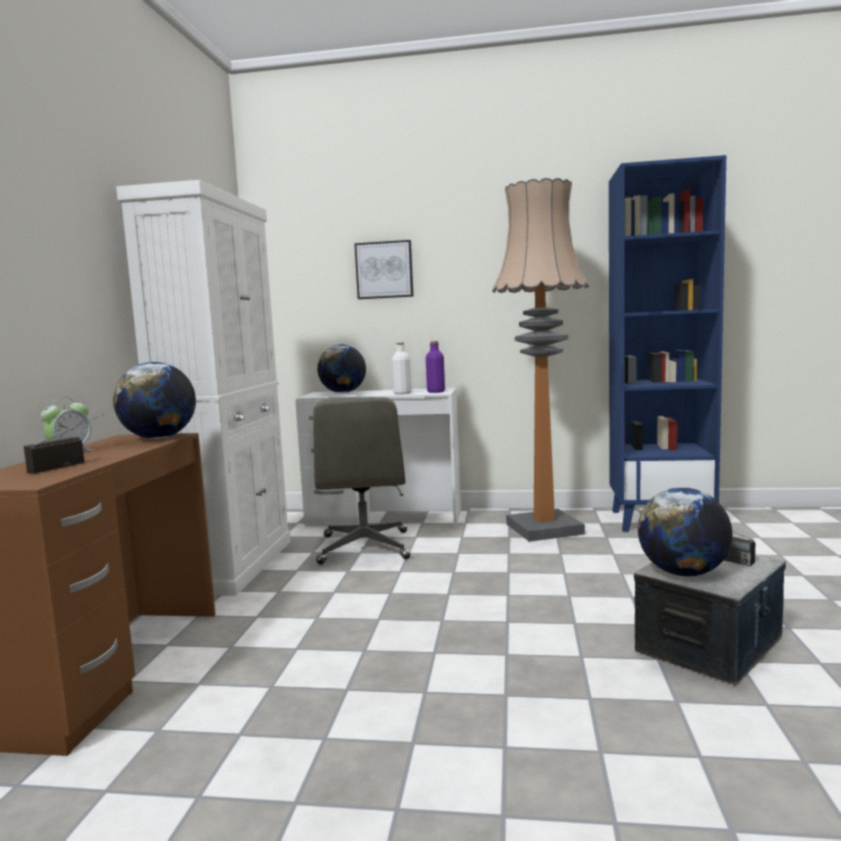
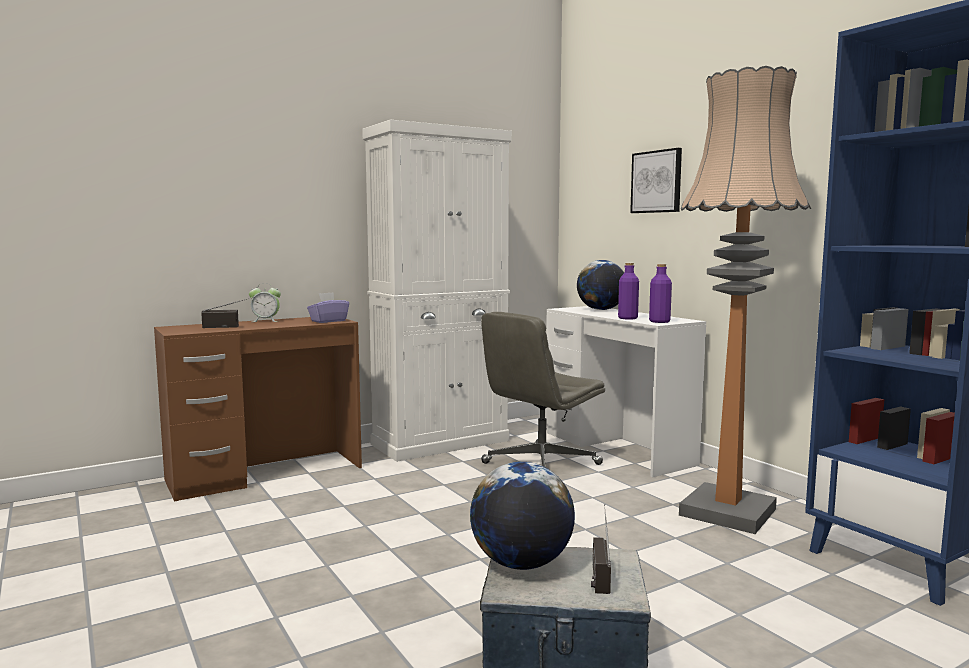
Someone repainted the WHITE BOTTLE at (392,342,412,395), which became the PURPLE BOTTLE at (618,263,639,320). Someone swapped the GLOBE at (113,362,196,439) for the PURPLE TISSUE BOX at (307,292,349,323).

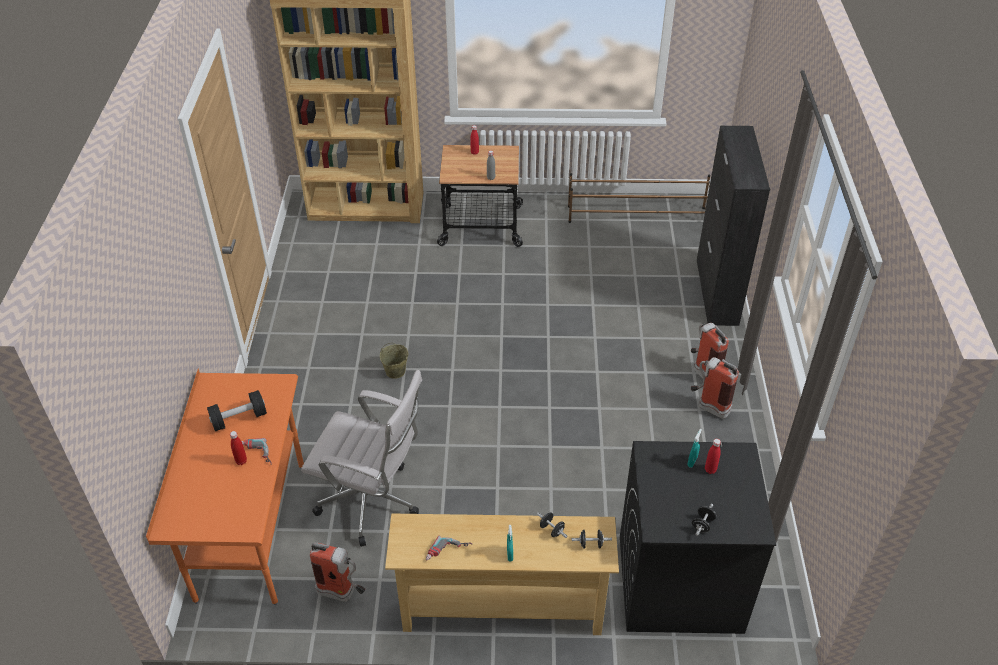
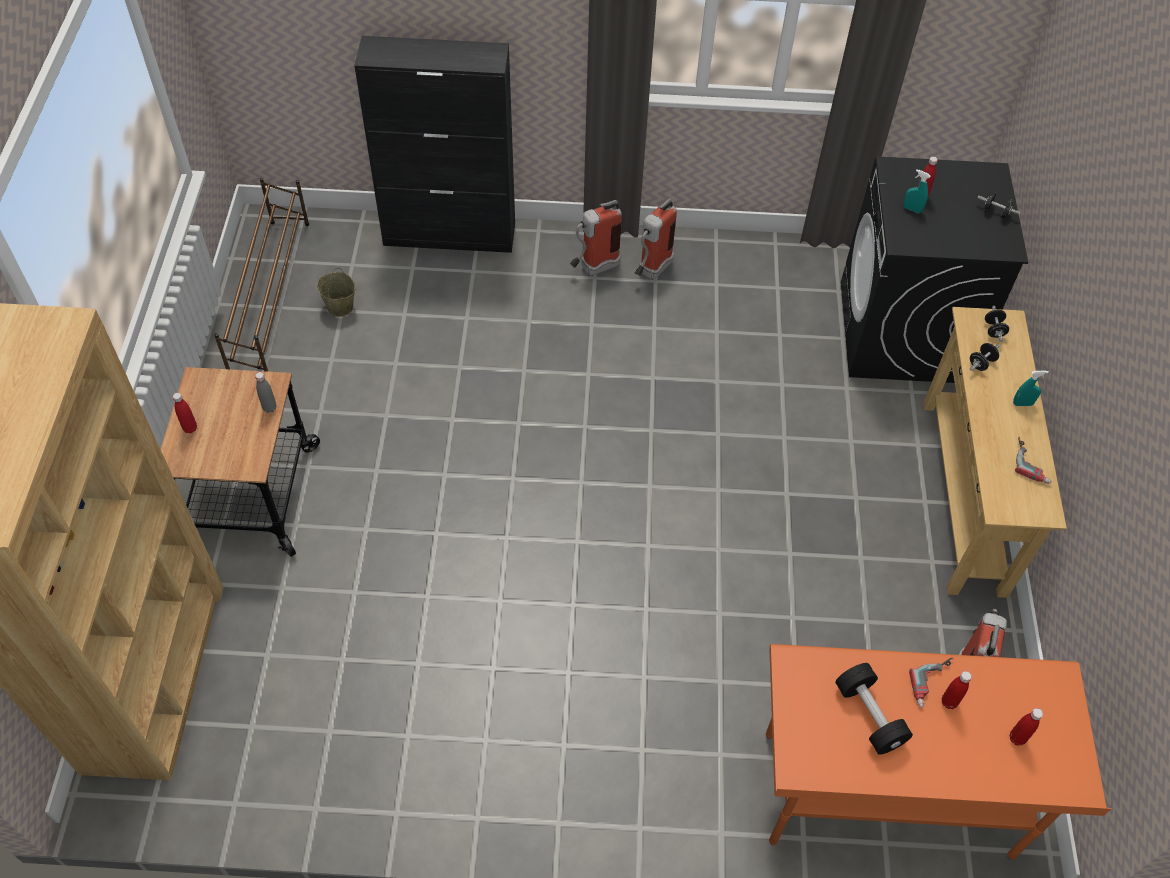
Someone carried the BEIGE BUCKET from (380,343,408,379) to (317,268,355,317). Someone took away the WHITE OFFICE CHAIR at (301,370,422,547). Someone put down the RED BOTTLE at (1010,708,1043,745).

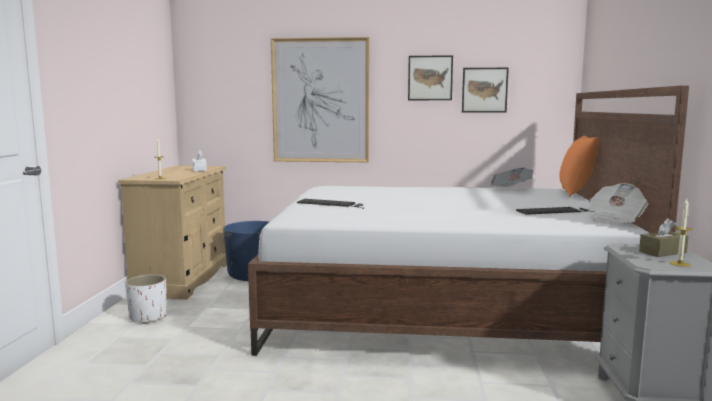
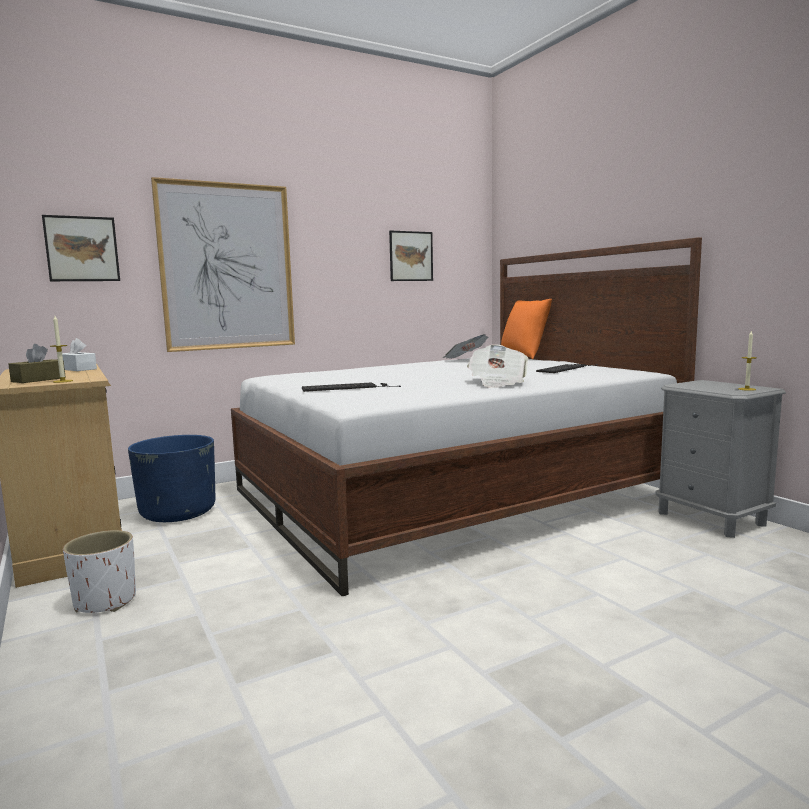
Someone carried the PICTURE from (408,55,453,100) to (42,215,120,281). Someone carried the NEWSPAPER from (589,183,649,224) to (467,344,529,388). Someone carried the BROWN TISSUE BOX from (639,218,689,257) to (8,344,66,383).

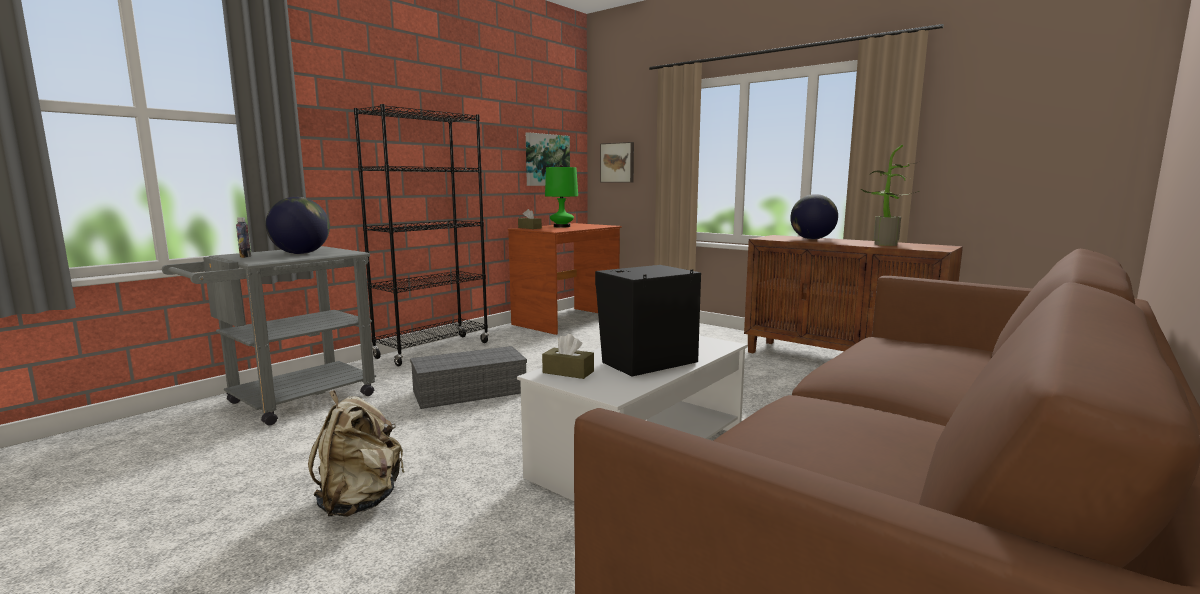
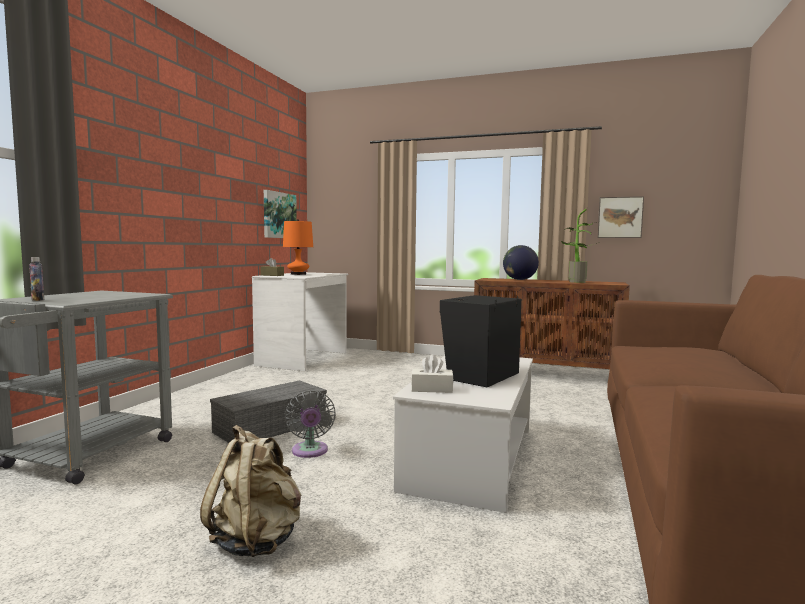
Someone took away the BLACK BOOKCASE at (354,104,489,366). Someone carried the PICTURE from (600,142,634,183) to (597,196,644,238). Someone repainted the GREEN TABLE LAMP at (545,165,578,227), which became the ORANGE TABLE LAMP at (283,219,313,275). Someone took away the GLOBE at (266,197,330,254). Someone repainted the BROWN DESK at (508,223,622,335), which became the WHITE DESK at (252,272,348,371). Someone repainted the BROWN TISSUE BOX at (542,334,594,379), which became the WHITE TISSUE BOX at (411,354,454,393). Someone put down the GREY FAN at (285,390,336,458).

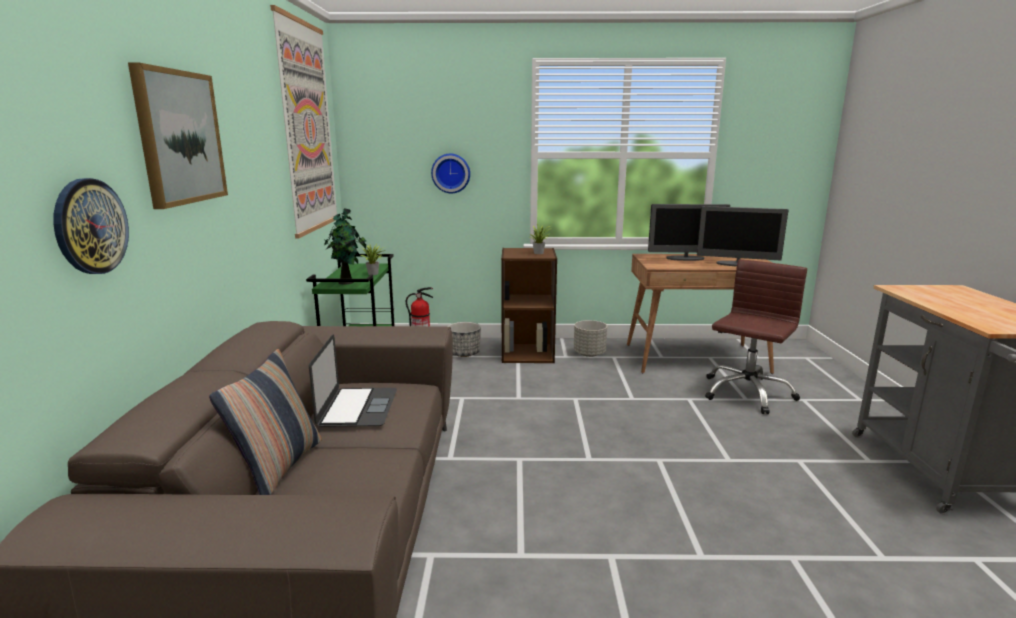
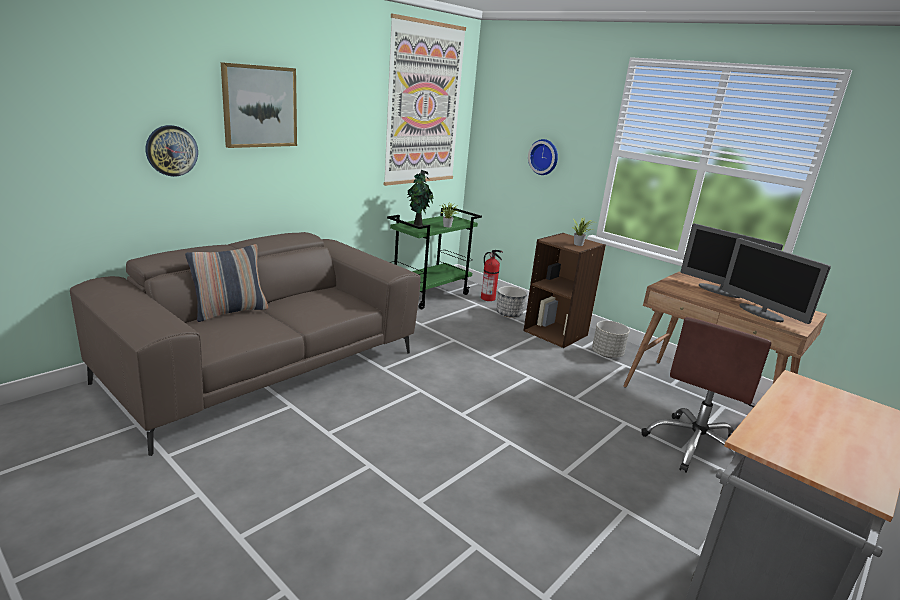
Someone rotated the BROWN OFFICE CHAIR at (705,259,807,414) by 135 degrees clockwise. Someone took away the LAPTOP at (309,334,397,427).

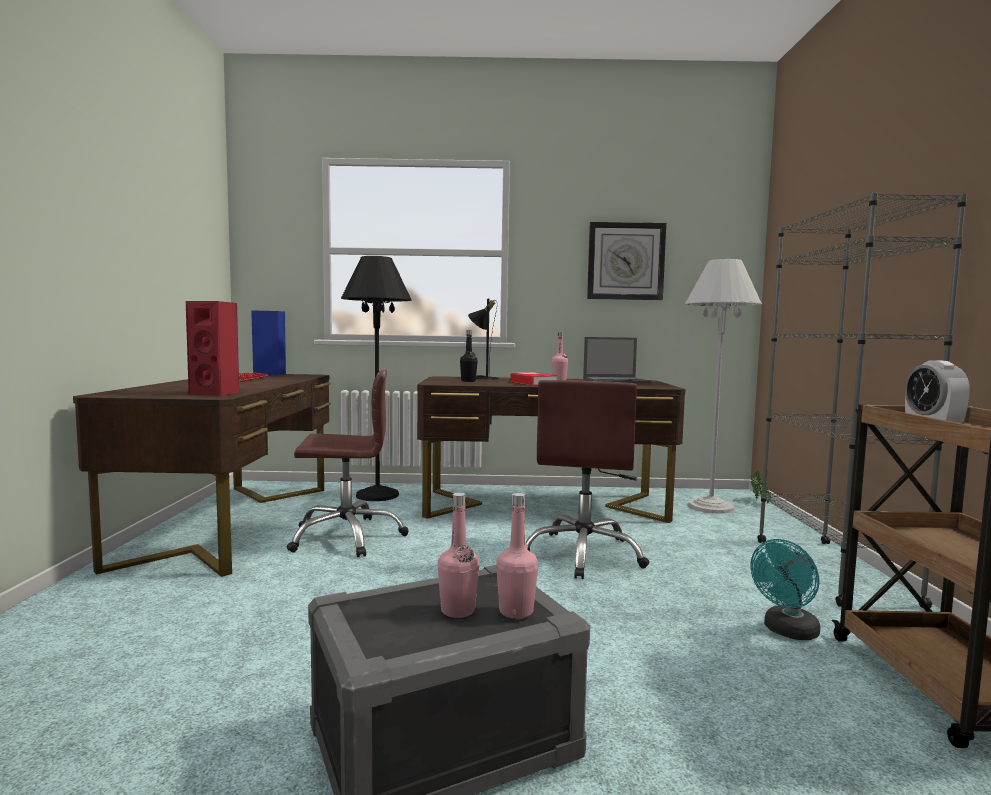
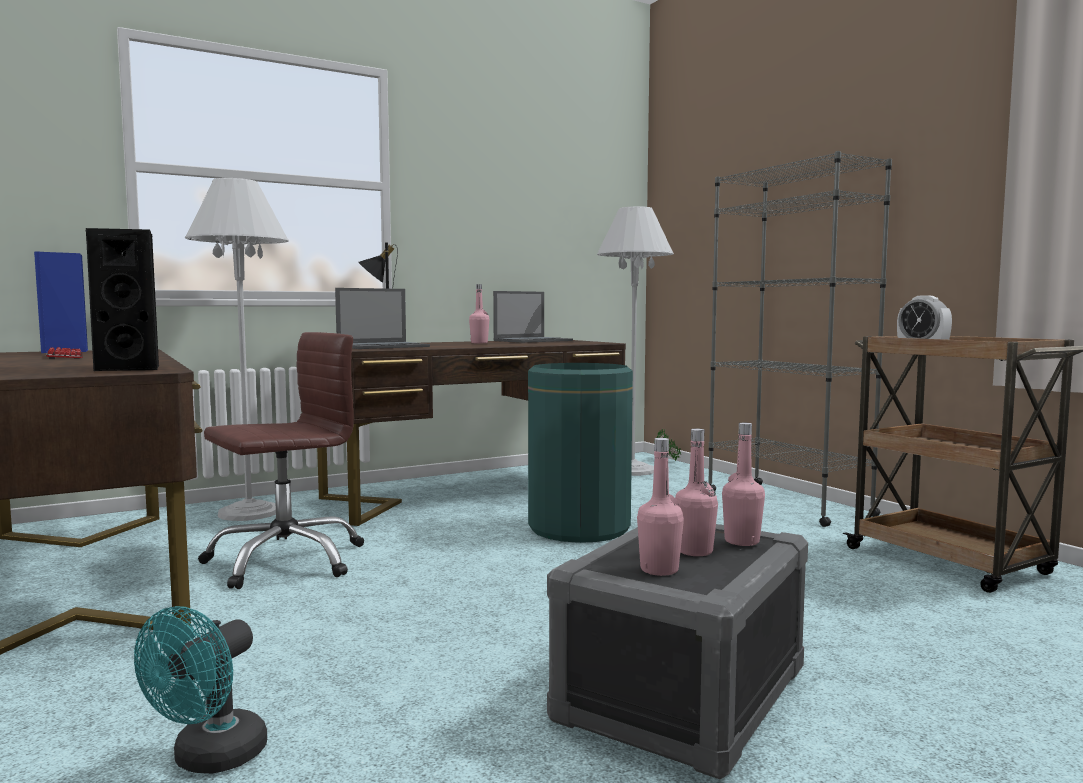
Someone took away the WALL CLOCK at (587,222,666,300). Someone repainted the BLACK FLOOR LAMP at (341,256,412,501), which became the WHITE FLOOR LAMP at (185,178,289,521). Someone repainted the RED SPEAKER at (186,301,240,396), which became the BLACK SPEAKER at (86,228,159,371). Someone swapped the BLACK BOTTLE at (460,330,478,382) for the LAPTOP at (335,288,430,349). Someone took away the BOOK at (510,372,557,386). Someone swapped the BROWN OFFICE CHAIR at (525,380,649,579) for the GREEN TRASH CAN at (528,363,633,543). Someone carried the TURQUOISE FAN from (750,539,820,640) to (134,606,267,774). Someone put down the PINK BOTTLE at (637,438,684,576).

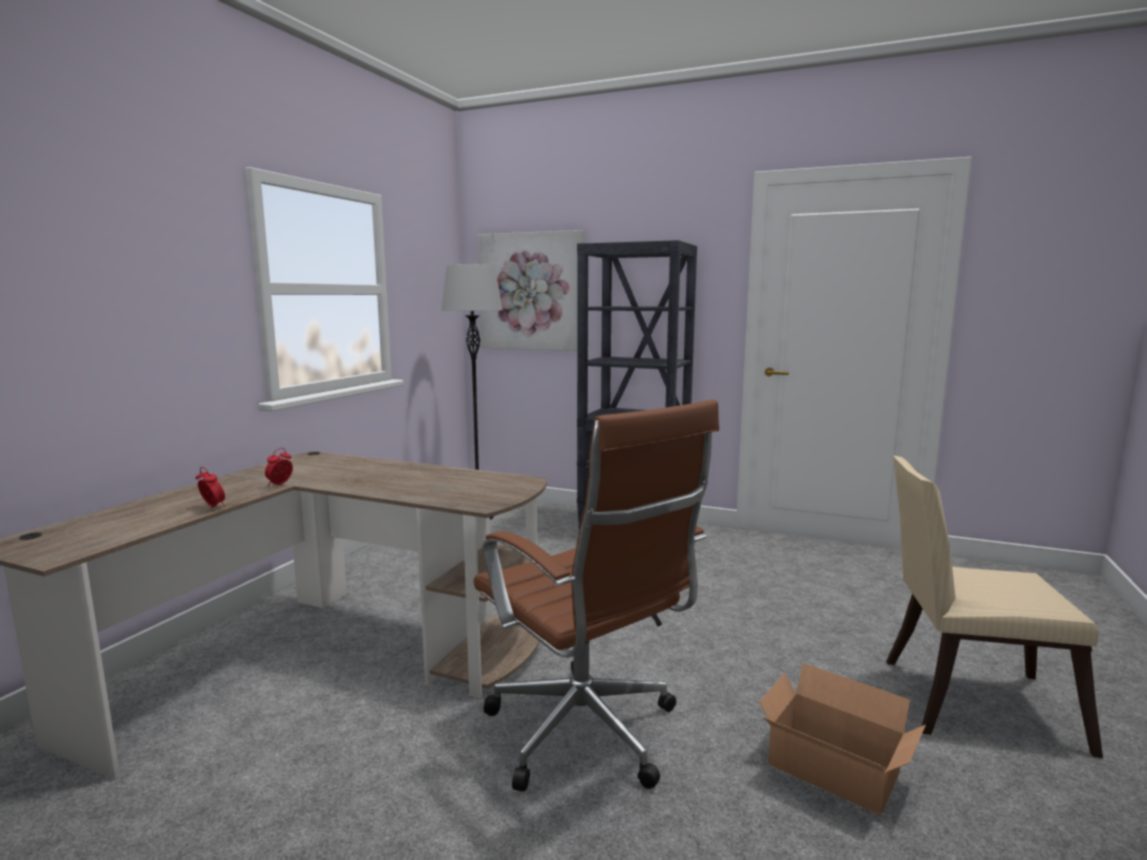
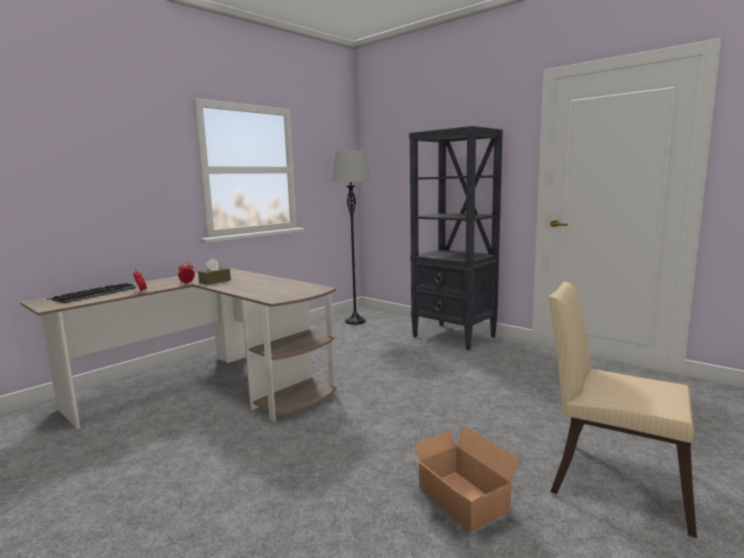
Someone took away the PICTURE at (478,230,584,351). Someone took away the BROWN OFFICE CHAIR at (474,400,719,792). Someone put down the BROWN TISSUE BOX at (198,258,231,285). Someone put down the KEYBOARD at (52,283,137,303).

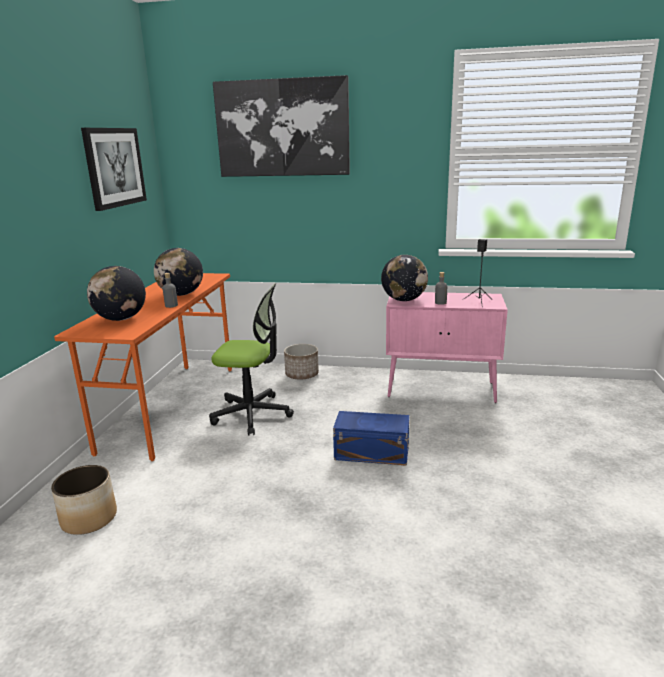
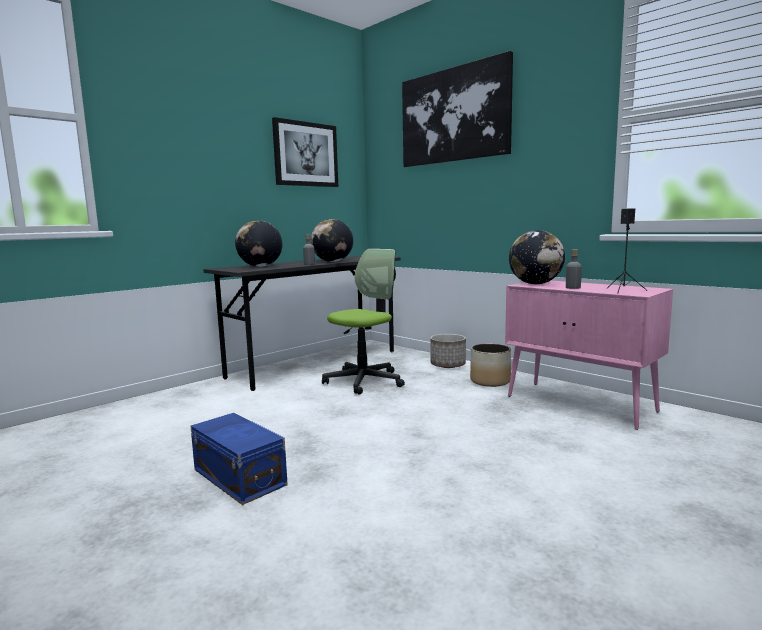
Someone repainted the ORANGE DESK at (54,273,232,461), which became the GREY DESK at (203,256,401,391). Someone rotated the OFFICE CHAIR at (209,283,294,436) by 90 degrees counterclockwise. Someone carried the BLUE STORAGE BOX from (333,411,409,466) to (190,413,288,505). Someone carried the PLANTER from (51,465,117,535) to (470,344,511,387).

